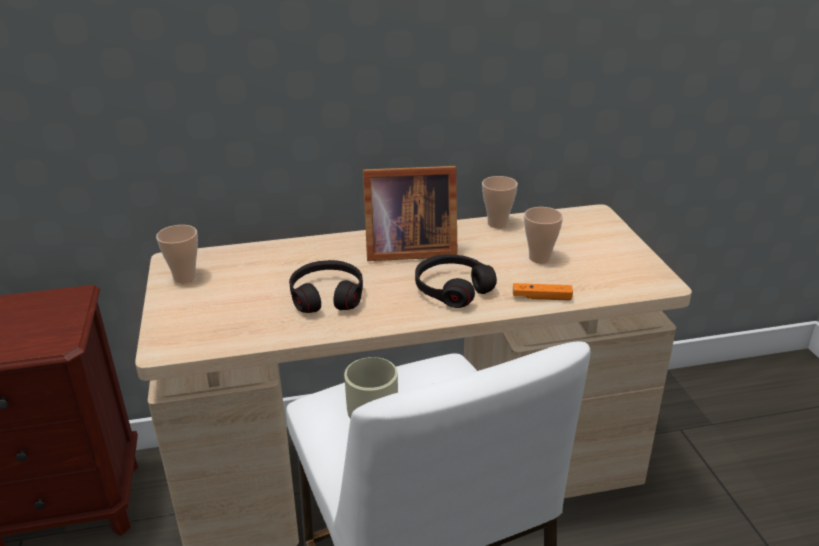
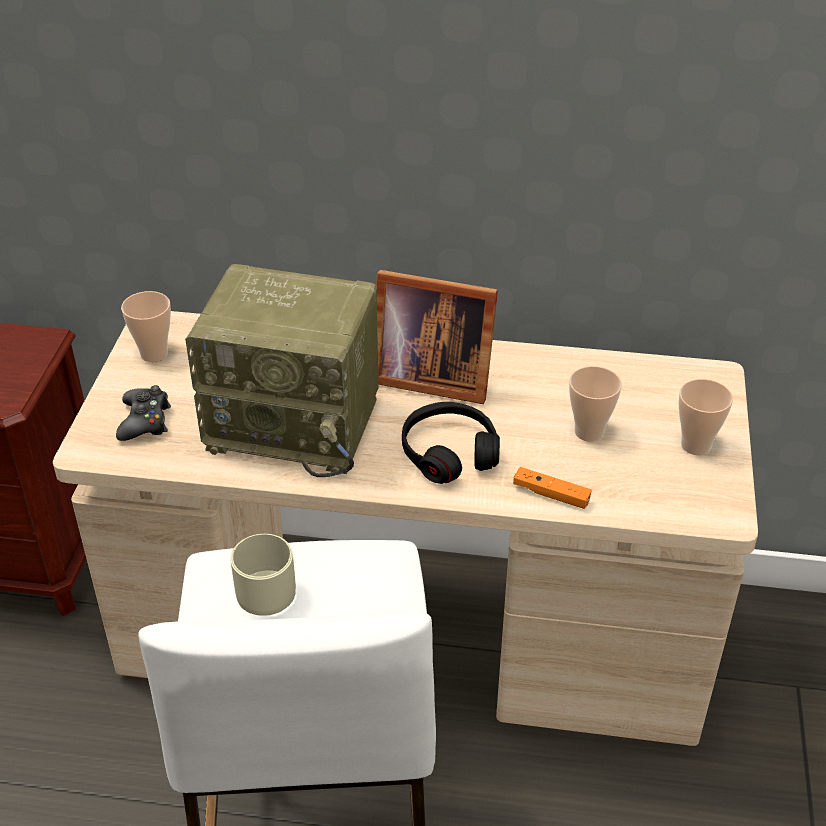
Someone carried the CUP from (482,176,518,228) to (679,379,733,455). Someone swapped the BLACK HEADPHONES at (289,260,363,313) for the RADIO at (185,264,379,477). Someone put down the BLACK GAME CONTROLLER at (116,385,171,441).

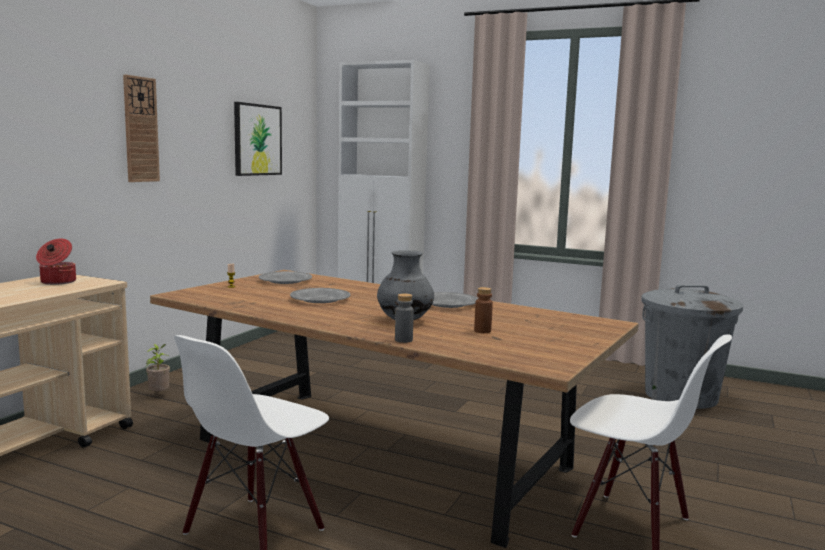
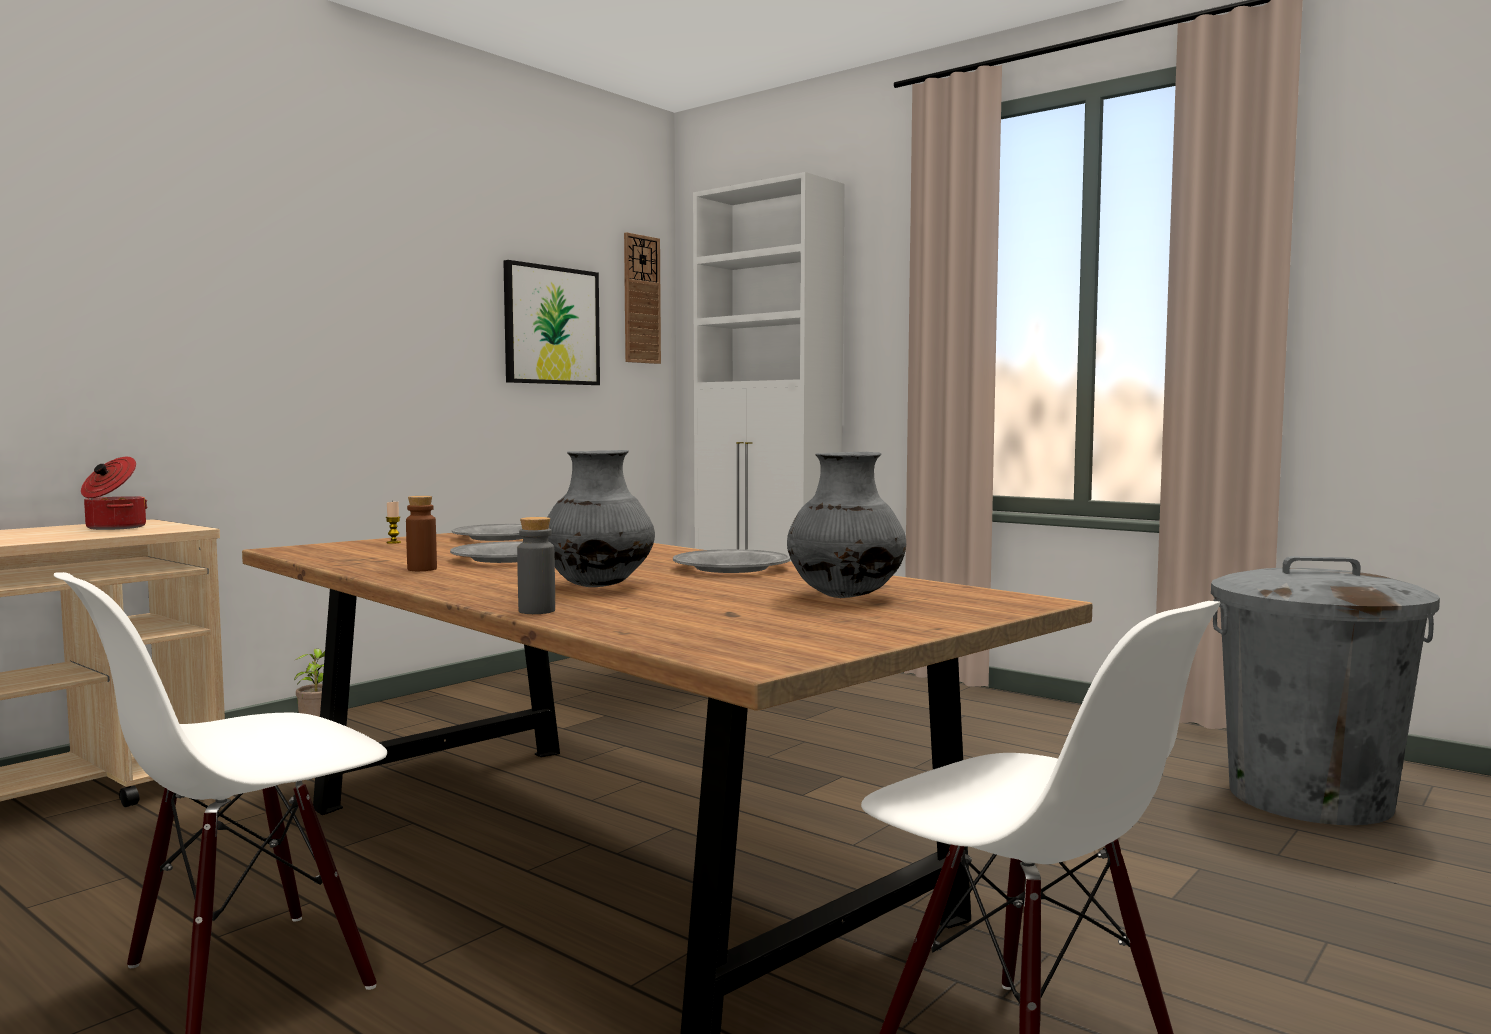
Someone carried the WALL CLOCK from (123,75,160,182) to (624,232,661,364). Someone carried the BROWN BOTTLE from (474,287,493,333) to (406,496,437,571). Someone put down the GREY VASE at (787,452,906,598).

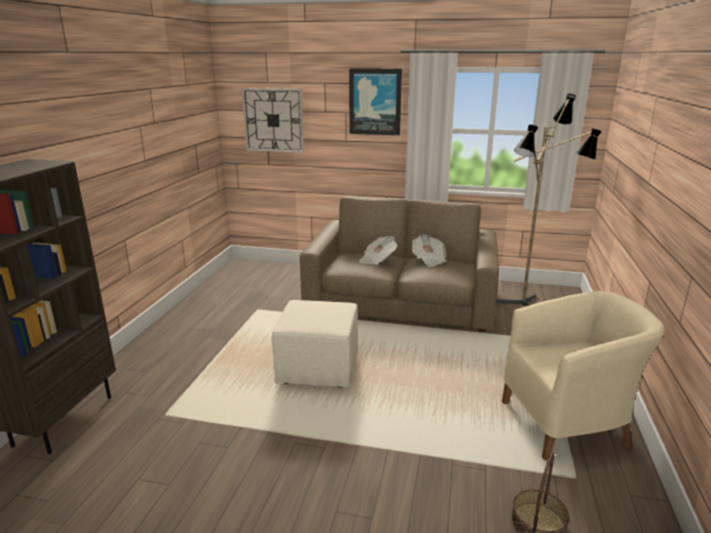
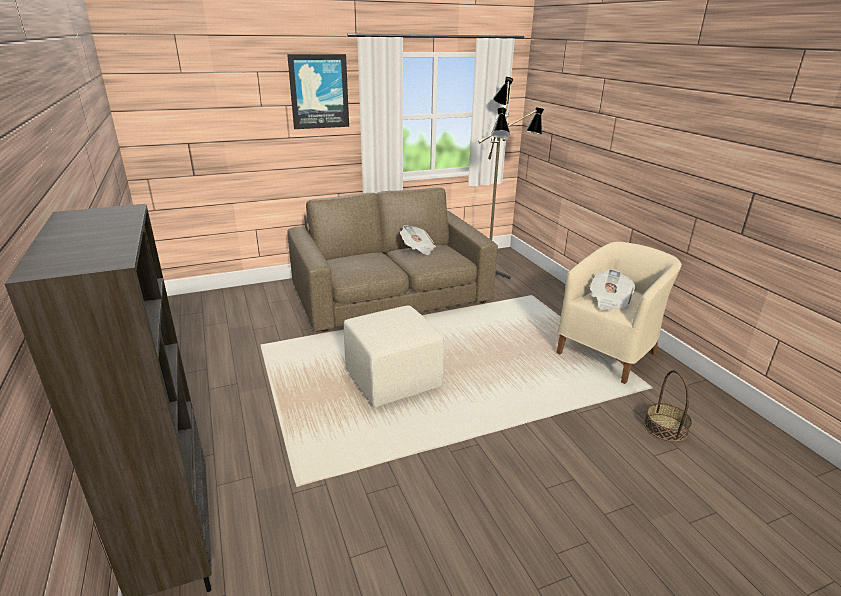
Someone took away the WALL CLOCK at (242,88,304,153). Someone carried the NEWSPAPER from (359,236,397,265) to (589,269,635,311).

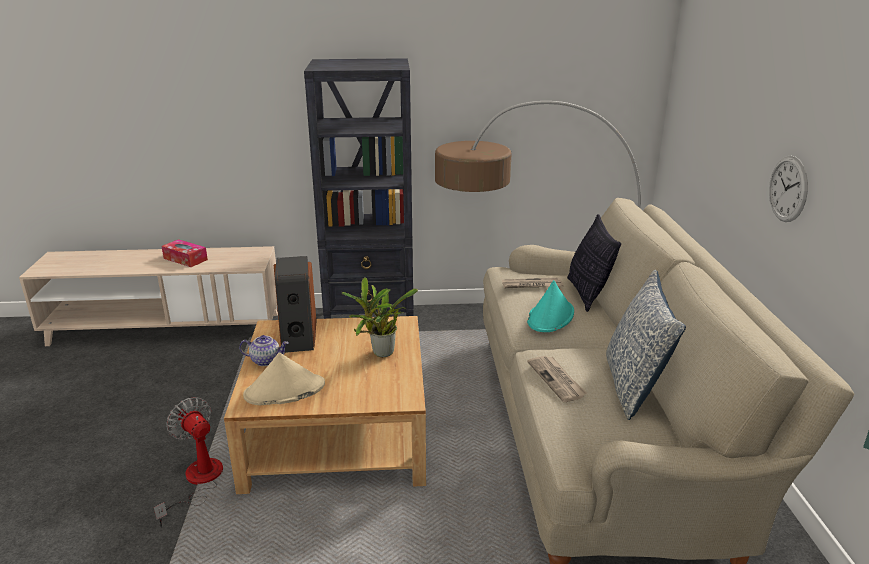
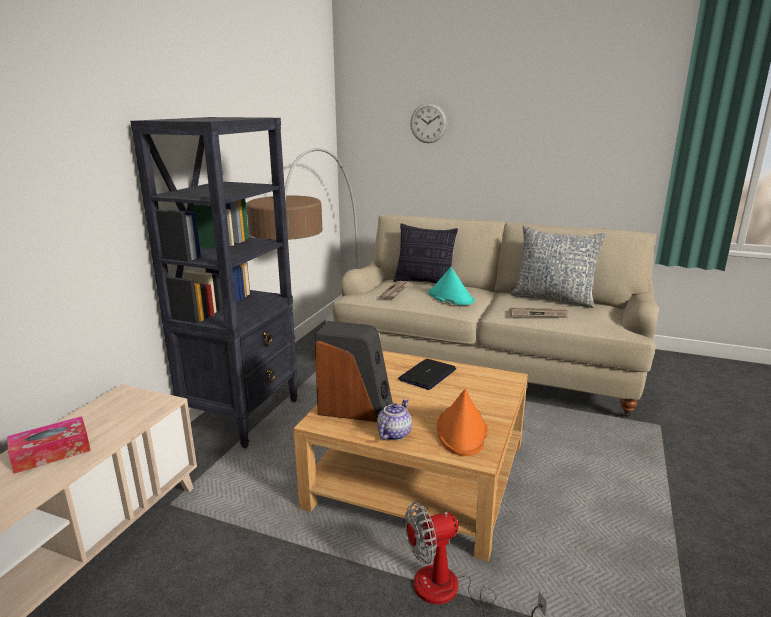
Someone carried the WALL CLOCK from (769,155,808,222) to (410,103,447,143). Someone swapped the POTTED PLANT at (342,277,418,357) for the LAPTOP at (398,359,456,390). Someone repainted the BEIGE HAT at (243,353,325,406), which became the ORANGE HAT at (437,389,488,456).

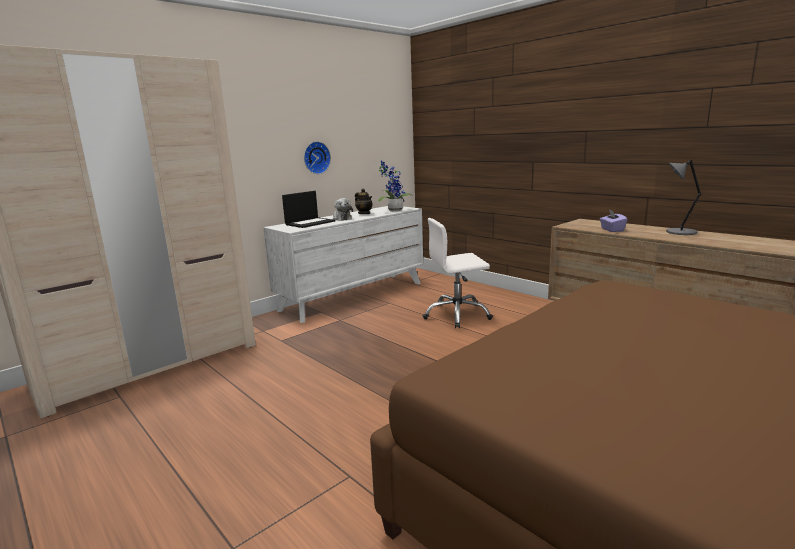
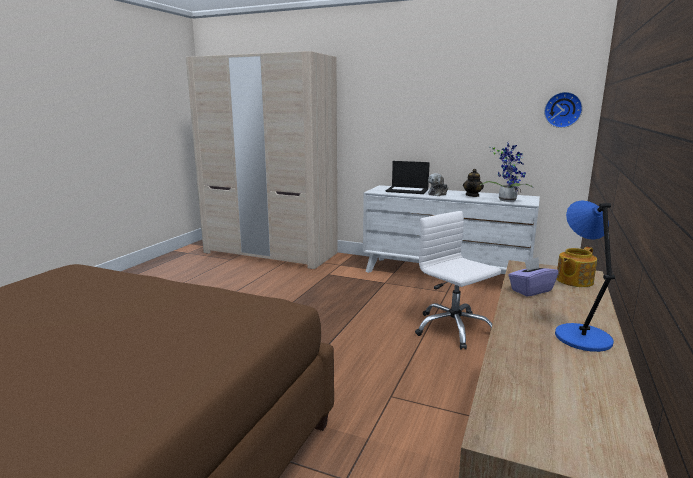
Someone carried the WALL CLOCK from (304,141,331,174) to (544,92,583,128). Someone repainted the GREY TABLE LAMP at (666,160,702,235), which became the BLUE TABLE LAMP at (555,200,615,352). Someone put down the TEAPOT at (556,247,597,287).

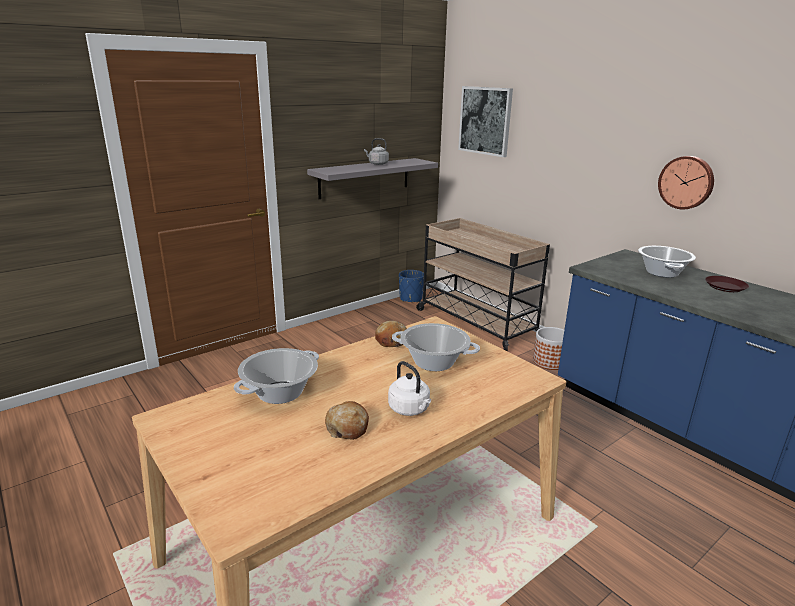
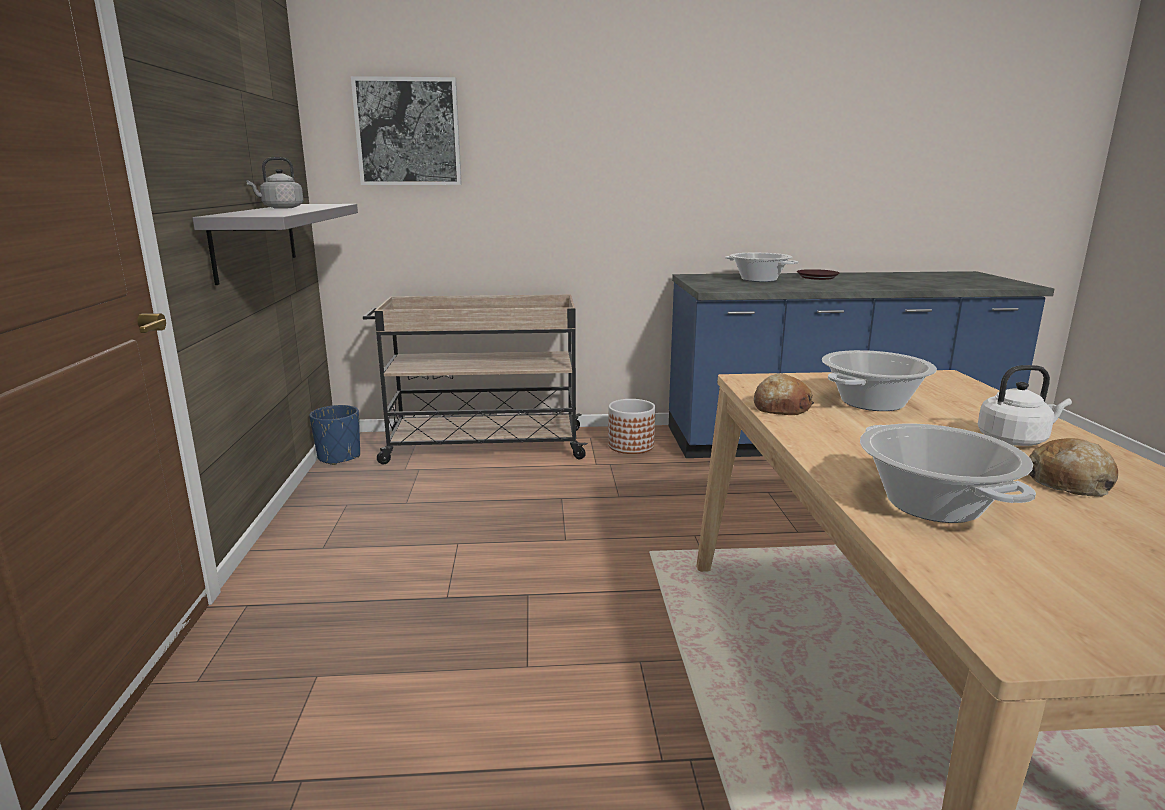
Someone took away the WALL CLOCK at (658,156,714,209).

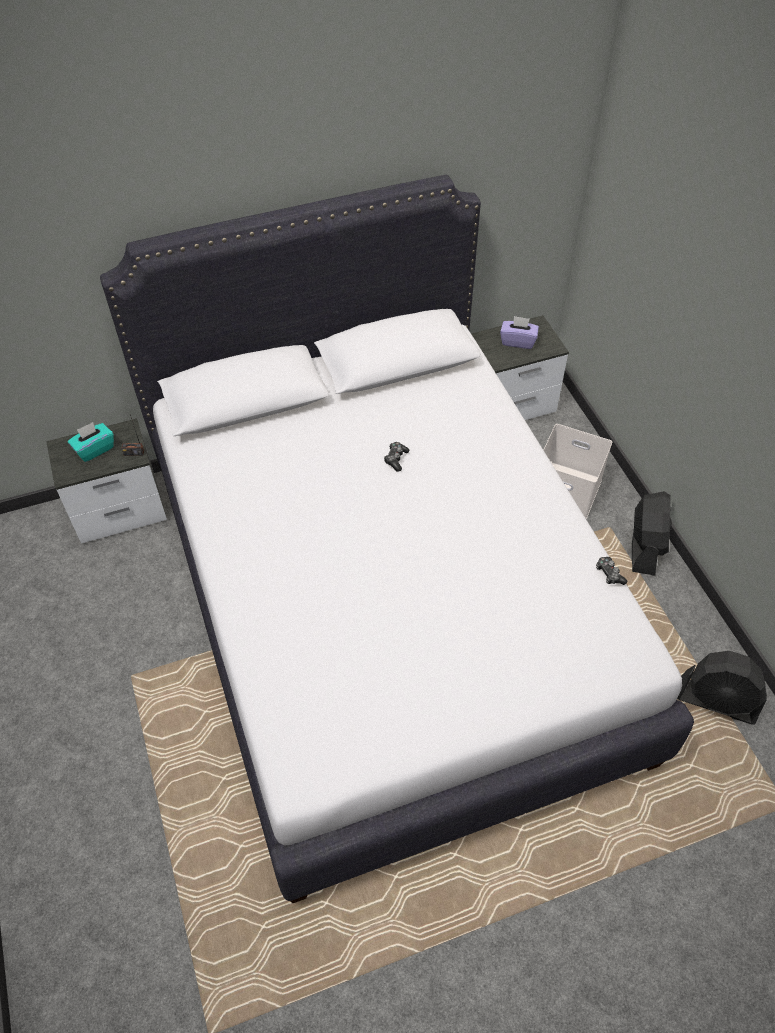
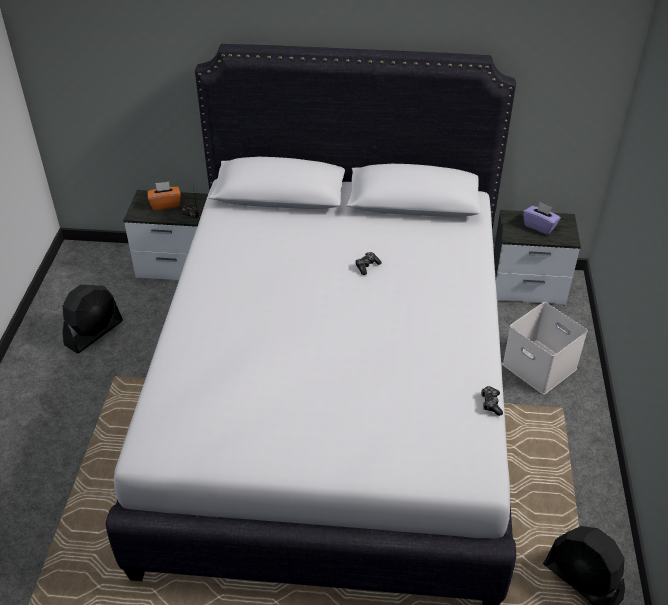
Someone repainted the TURQUOISE TISSUE BOX at (68,422,114,462), which became the ORANGE TISSUE BOX at (147,182,181,210). Someone carried the BLACK FAN from (632,491,672,575) to (63,285,123,353).

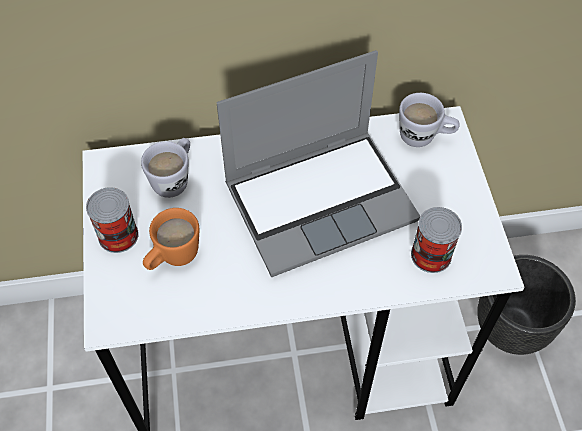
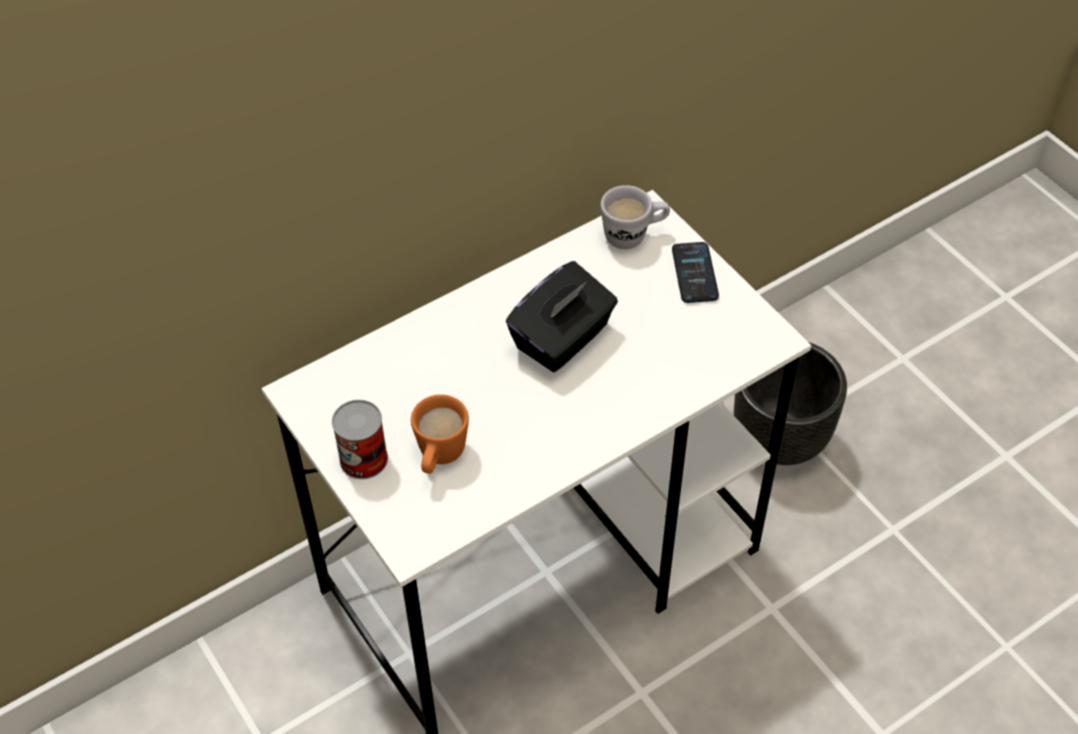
Someone swapped the LAPTOP at (217,50,420,277) for the BLACK TISSUE BOX at (506,261,618,372). Someone took away the WHITE MUG at (141,138,190,198). Someone took away the CAN at (411,207,462,273). Someone put down the PHONE at (672,242,719,303).

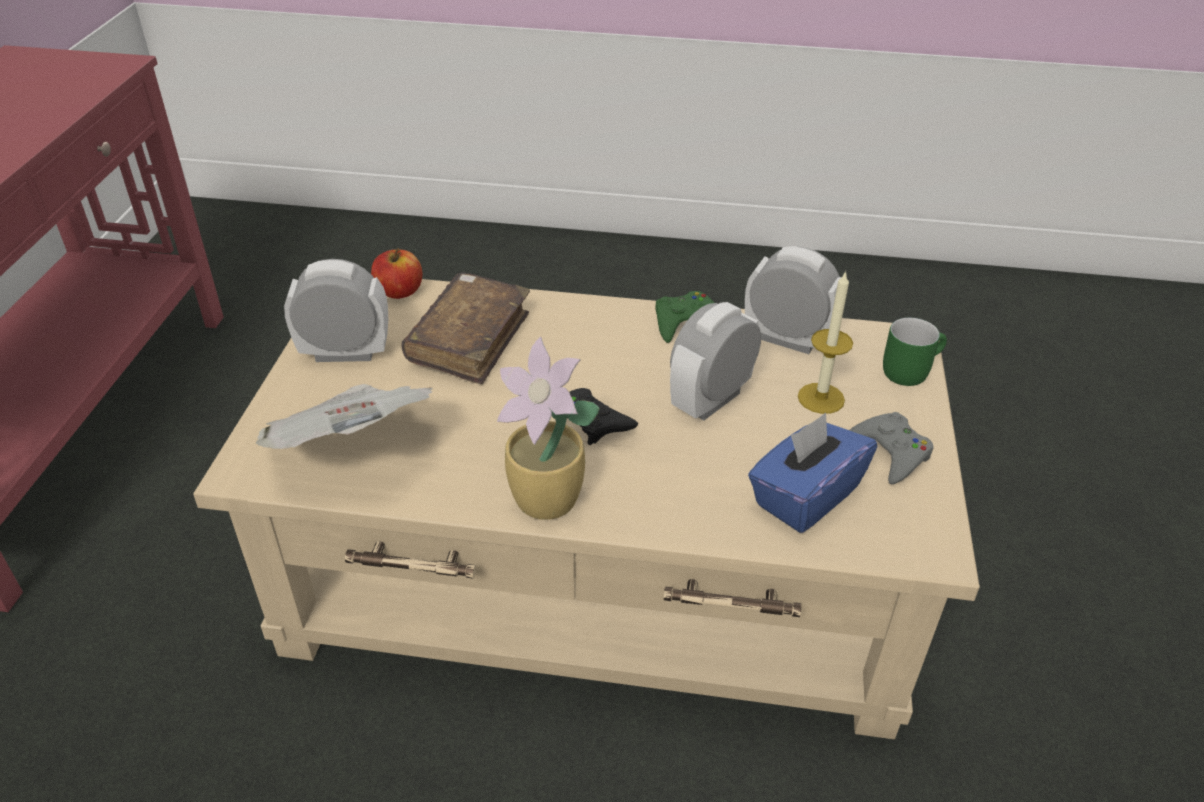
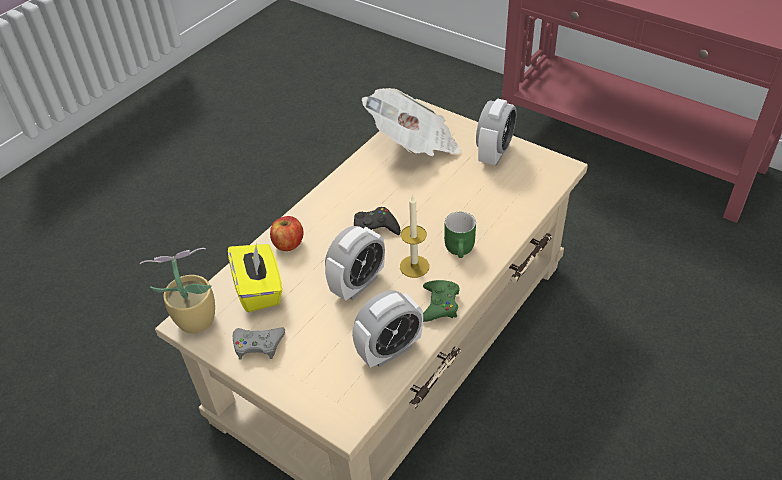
Someone carried the APPLE from (371,248,422,299) to (270,216,304,251). Someone carried the CANDLE from (798,271,853,414) to (400,195,429,278). Someone took away the BROWN BOOK at (401,272,530,385). Someone rotated the ALARM CLOCK at (670,302,761,421) by 60 degrees clockwise. Someone carried the GREEN MUG from (883,317,947,386) to (444,212,476,258). Someone carried the POTTED PLANT from (497,337,600,520) to (140,248,215,333). Someone repainted the BLUE TISSUE BOX at (748,412,877,533), which became the YELLOW TISSUE BOX at (228,242,282,312).

